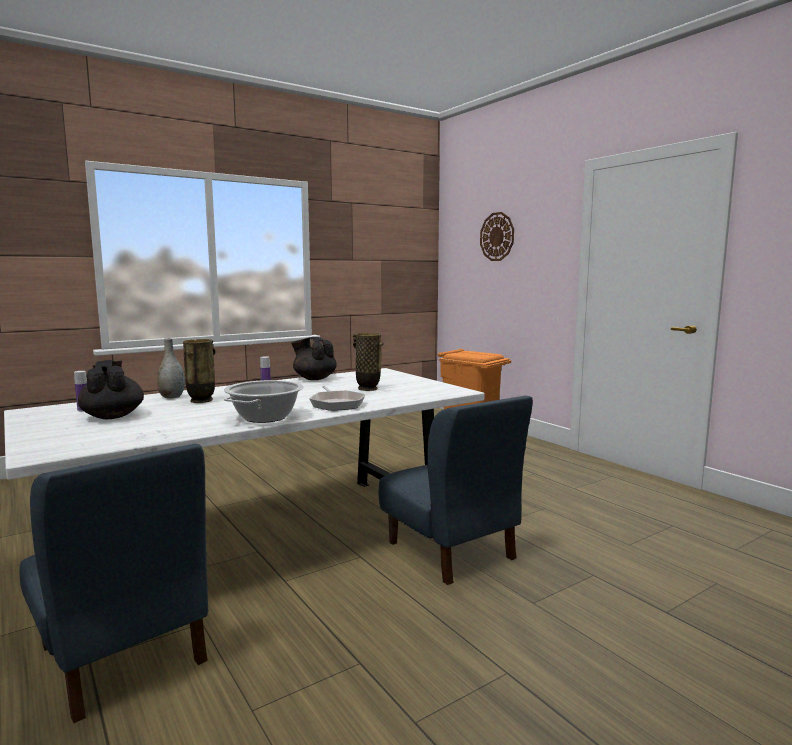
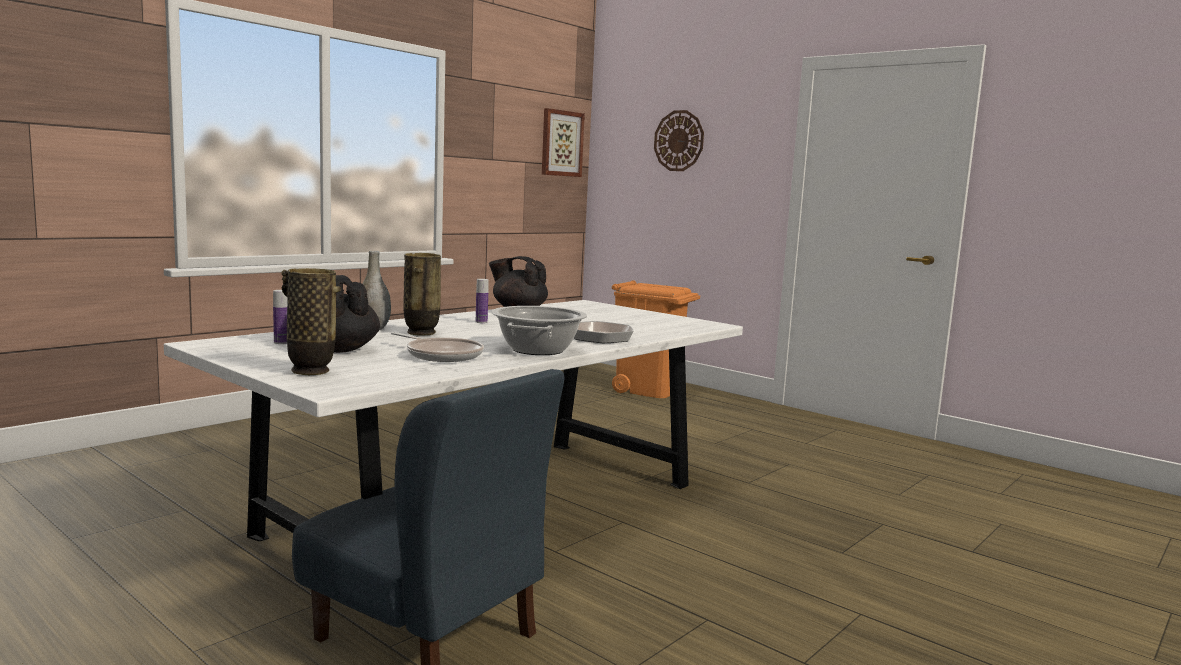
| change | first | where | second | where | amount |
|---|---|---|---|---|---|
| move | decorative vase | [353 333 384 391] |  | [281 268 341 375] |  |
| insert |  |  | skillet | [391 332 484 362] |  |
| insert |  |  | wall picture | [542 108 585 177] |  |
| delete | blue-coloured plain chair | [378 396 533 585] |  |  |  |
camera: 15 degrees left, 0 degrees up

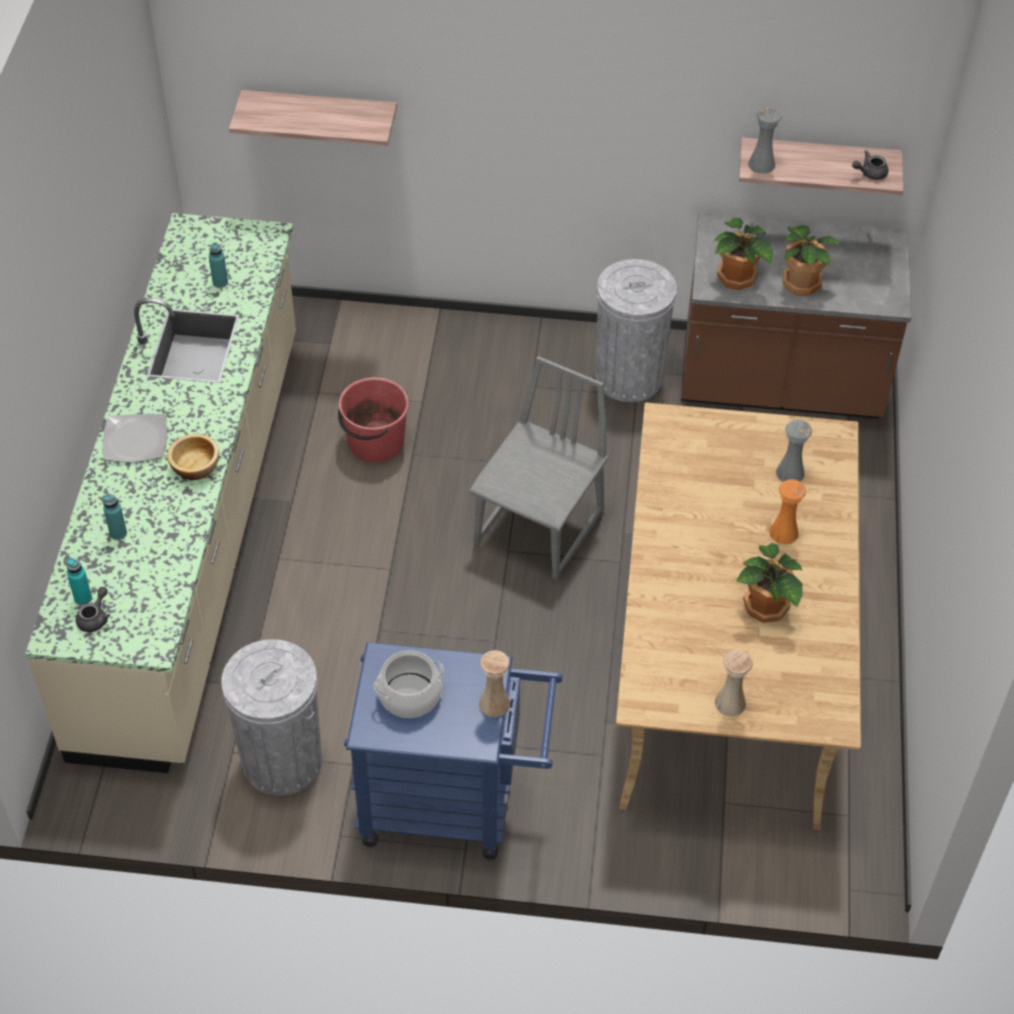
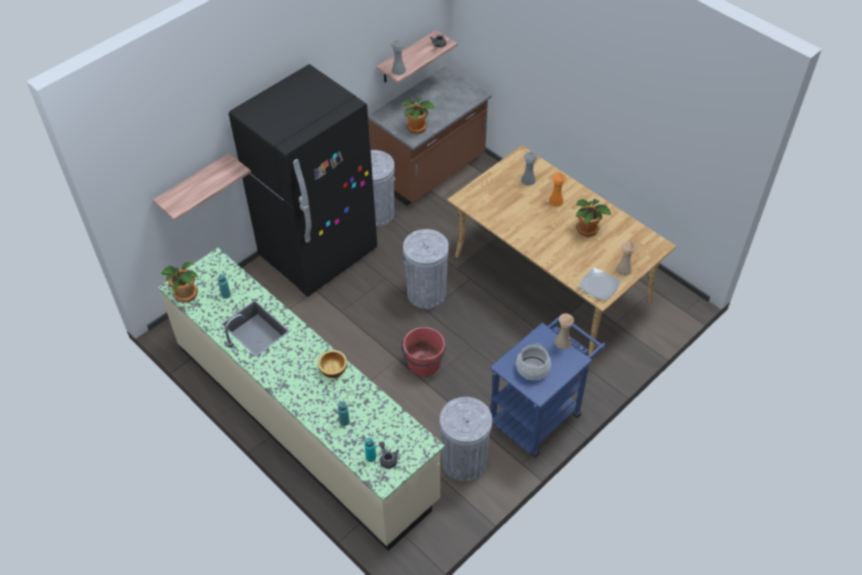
| change | first | where | second | where | amount |
|---|---|---|---|---|---|
| move | houseplant | [783 225 842 296] |  | [161 261 198 303] |  |
| insert |  |  | blackish refrigerator | [229 64 377 297] |  |
| move | reddish water bucket | [338 377 409 462] |  | [401 327 445 376] |  |
| replace | grey plain chair | [469 356 608 580] | grey waste bin | [403 229 449 309] |  |
| move | dinner plate | [103 414 167 462] |  | [578 268 621 301] |  |
camera: 50 degrees left, 0 degrees up

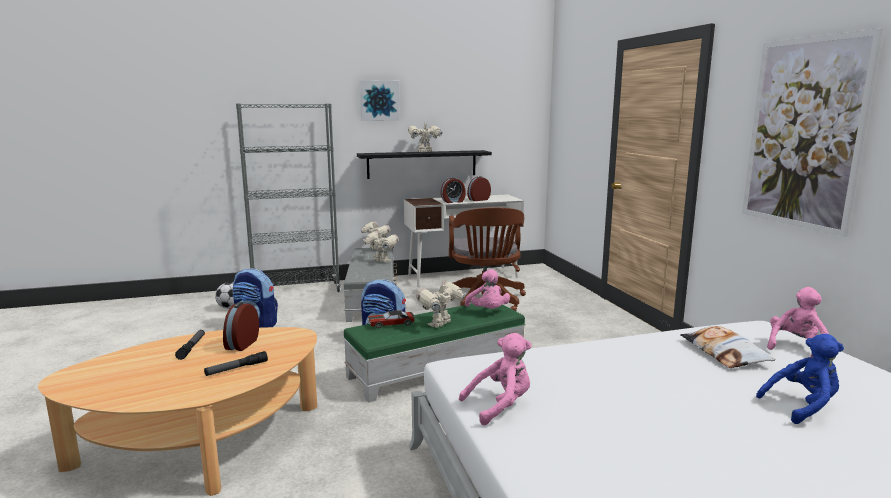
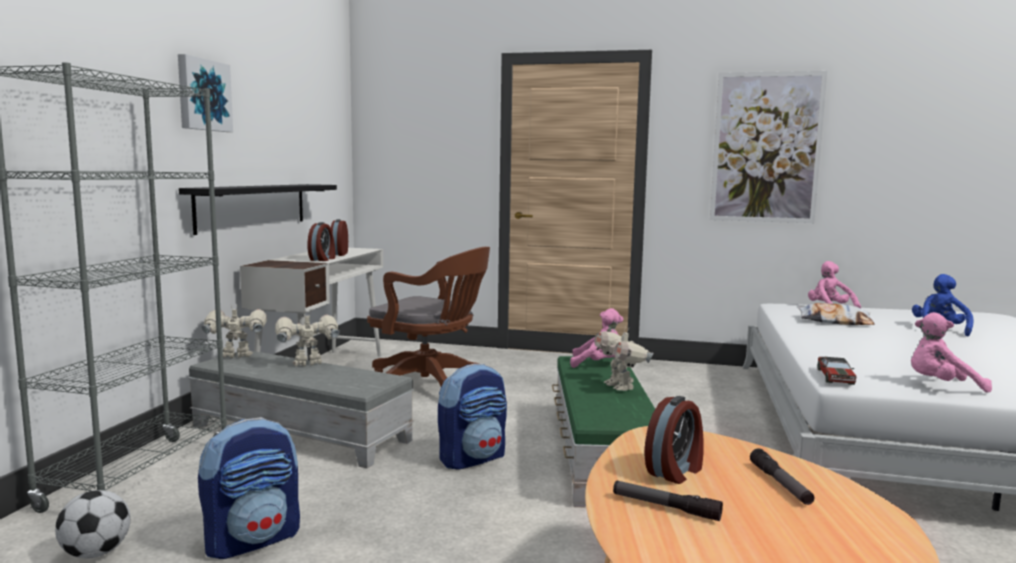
| change | first | where | second | where | amount |
|---|---|---|---|---|---|
| rotate | table clock | [223 302 259 351] |  | [644 396 704 484] | 90 degrees counterclockwise |
| move | model car | [368 311 415 329] |  | [818 357 856 385] |  |
| rotate | pinkish cuddly toy | [459 333 532 425] |  | [911 312 992 393] | 90 degrees counterclockwise |
| delete | model robot | [408 121 443 152] |  |  |  |
camera: 60 degrees left, 5 degrees down

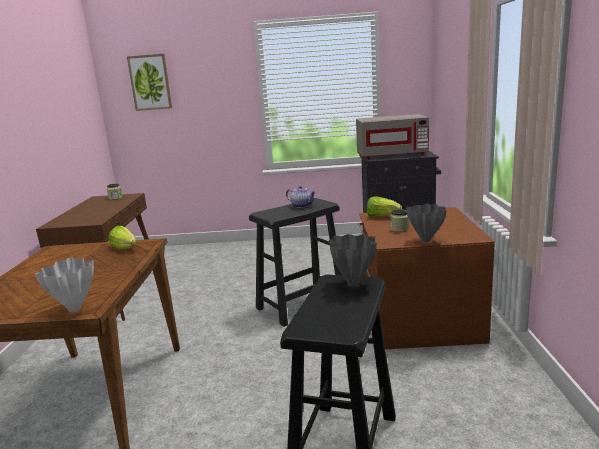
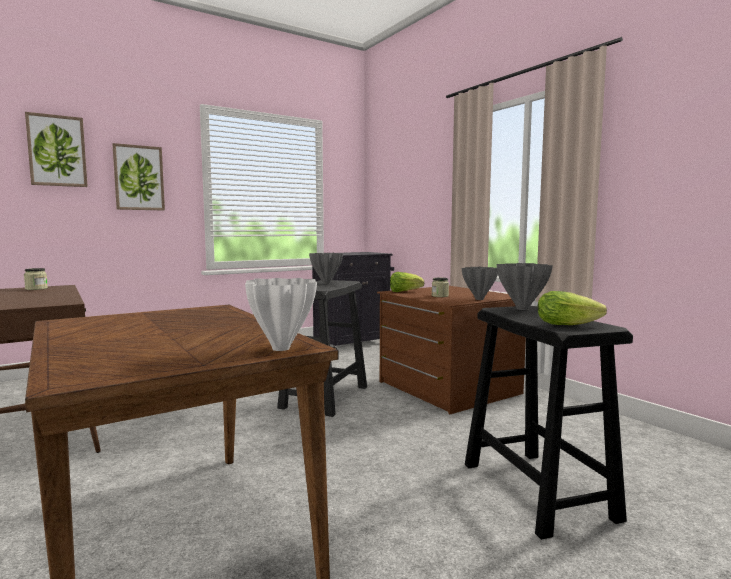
| change | first | where | second | where | amount |
|---|---|---|---|---|---|
| insert |  |  | wall picture | [112 143 165 210] |  |
| replace | teapot | [286 186 316 208] | grey decorative vase | [309 253 343 284] |  |
| move | lettuce head | [109 226 137 250] |  | [538 291 607 325] |  |
| delete | grey microwave | [356 114 429 159] |  |  |  |
camera: 35 degrees left, 10 degrees down

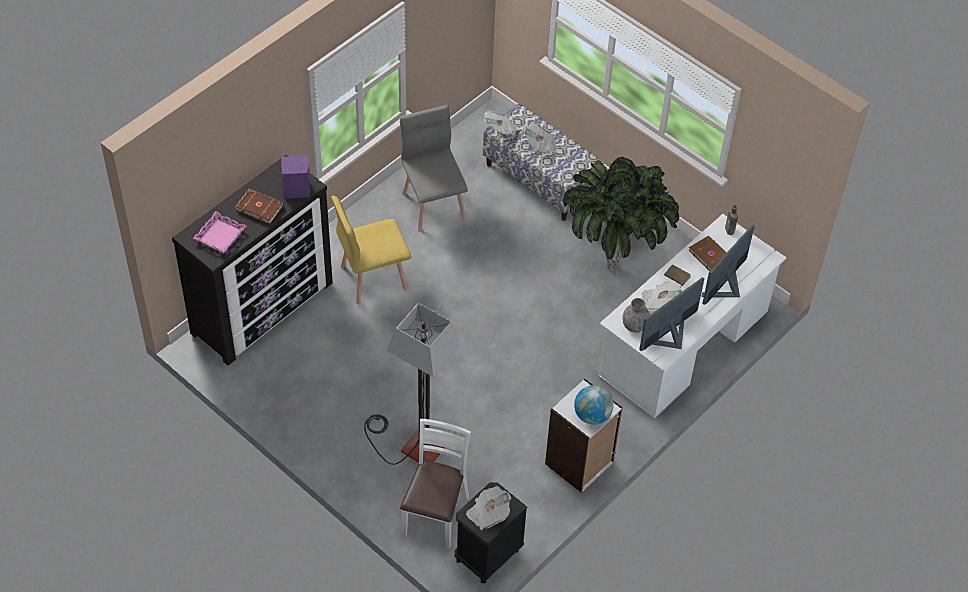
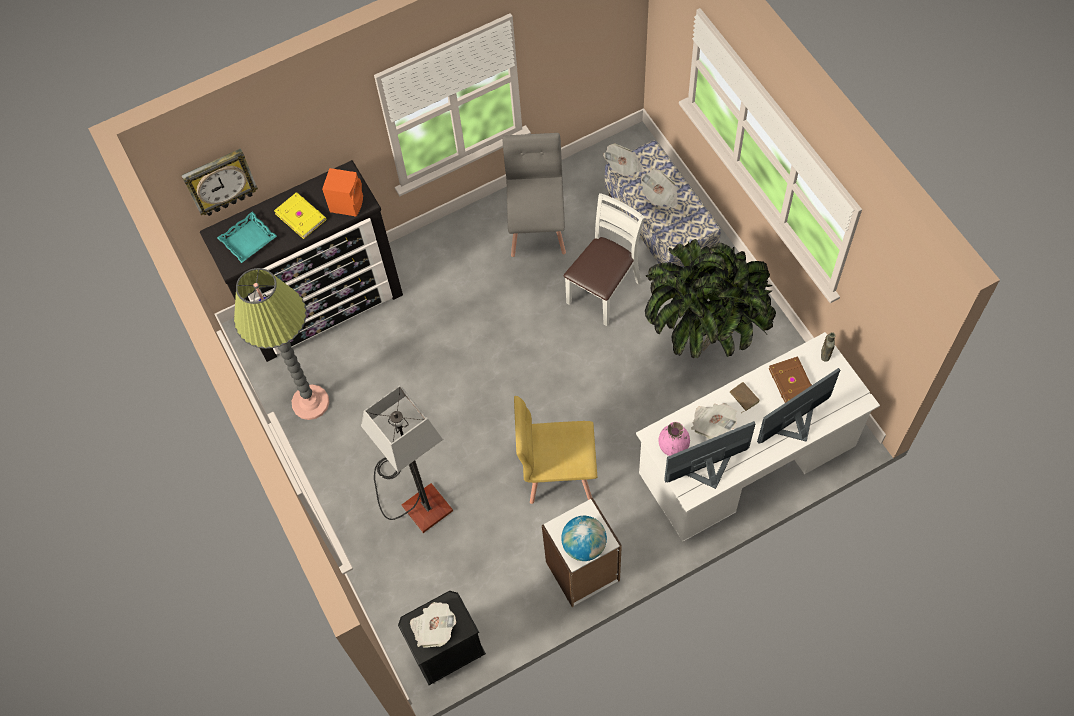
| change | first | where | second | where | amount |
|---|---|---|---|---|---|
| insert |  |  | clock on the wall | [181 148 258 216] |  |
| recolor | pinkish carrying tray | [192 212 246 253] | turquoise-coloured carrying tray | [217 211 277 263] |  |
| insert |  |  | standard lamp | [234 268 329 420] |  |
| recolor | brownish bound book | [235 189 284 224] | yellowish bound book | [274 192 326 239] |  |
| recolor | purple-coloured audio speaker | [281 155 310 199] | orangey audio speaker | [322 168 363 217] |  |
| move | yellowish plain chair | [331 196 412 304] |  | [514 396 597 504] |  |
| move | white-coloured plain chair | [400 419 471 549] |  | [564 193 645 326] |  |
| recolor | grey decorative vase | [622 298 650 333] | pinkish decorative vase | [658 422 690 456] |  |
camera: 25 degrees right, 10 degrees up

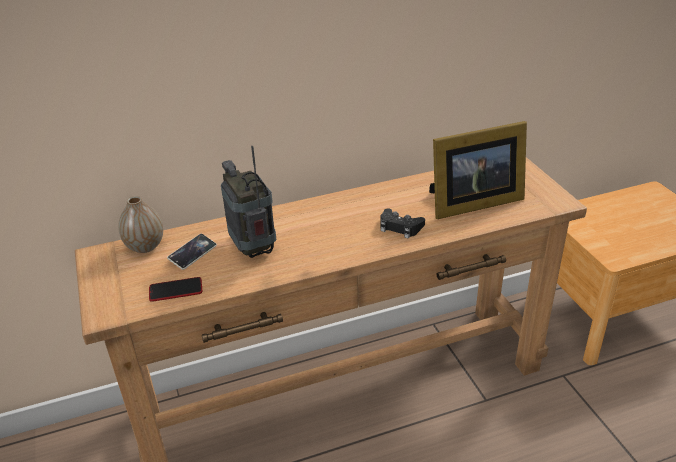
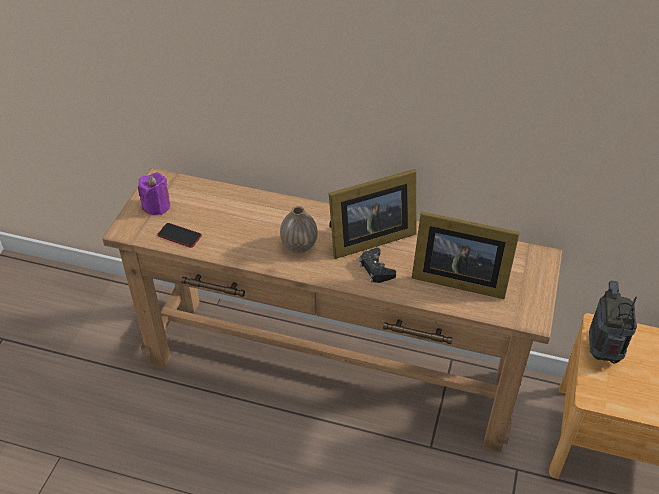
| change | first | where | second | where | amount |
|---|---|---|---|---|---|
| insert |  |  | purple-coloured candle | [138 172 170 215] |  |
| move | decorative vase | [118 196 163 253] |  | [280 206 318 253] |  |
| insert |  |  | picture frame | [329 169 417 259] |  |
| move | radio set | [221 146 276 258] |  | [589 280 637 364] |  |
| delete | phone | [167 234 217 270] |  |  |  |
camera: 35 degrees right, 10 degrees up

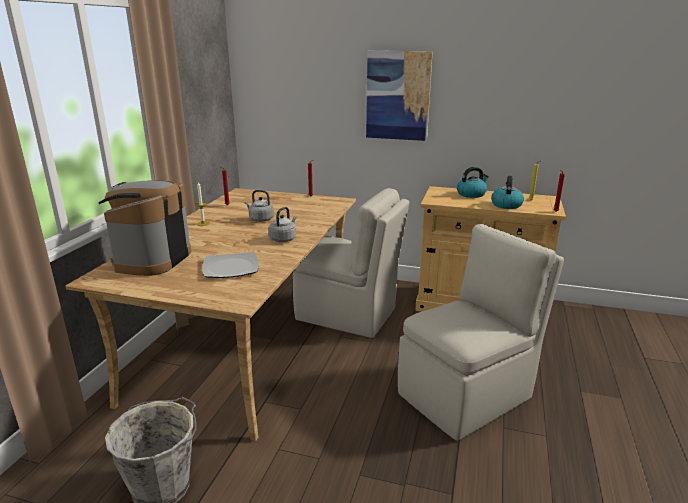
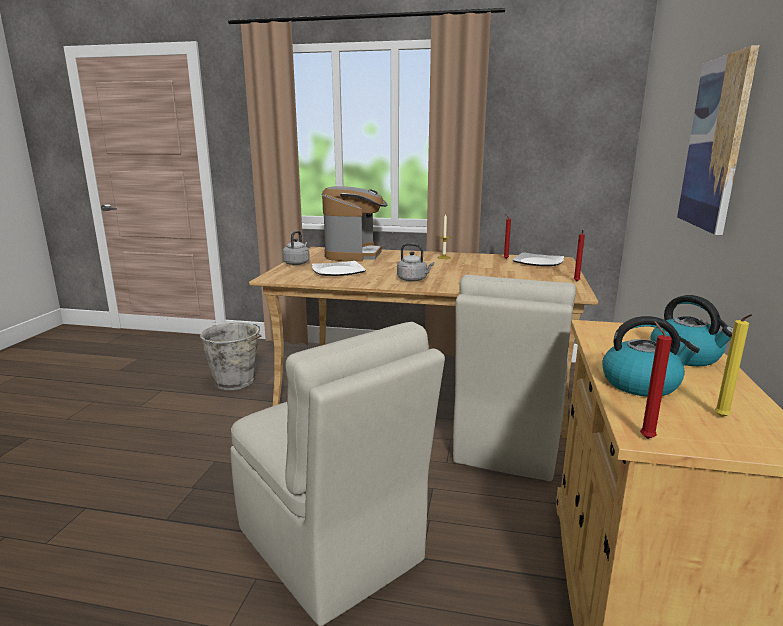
| change | first | where | second | where | amount |
|---|---|---|---|---|---|
| move | grey tea kettle | [245 190 274 222] |  | [282 231 310 265] |  |
| rotate | coffee machine | [98 181 191 276] |  | [322 186 388 262] | 90 degrees clockwise |
| insert |  |  | dinner plate | [513 252 564 266] |  |
camera: 85 degrees right, 5 degrees down

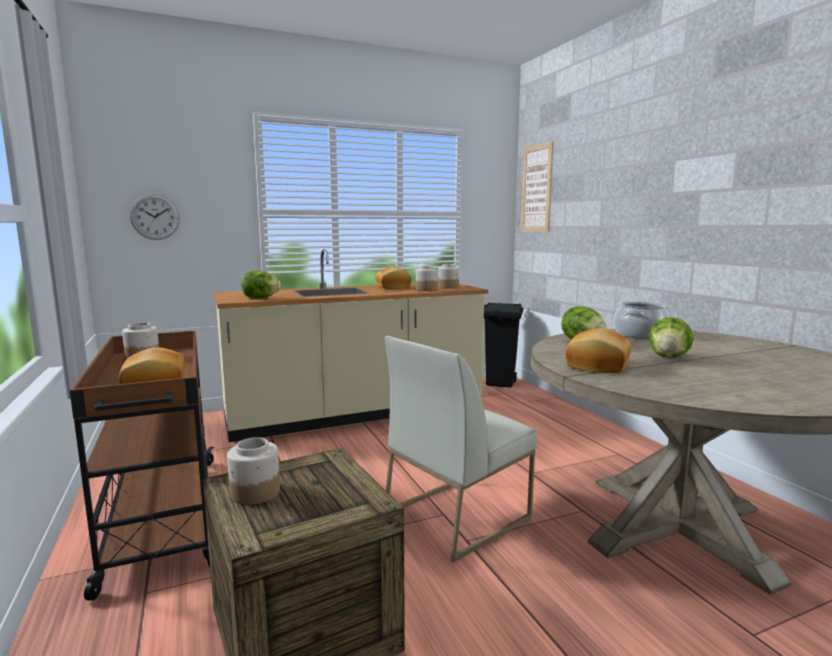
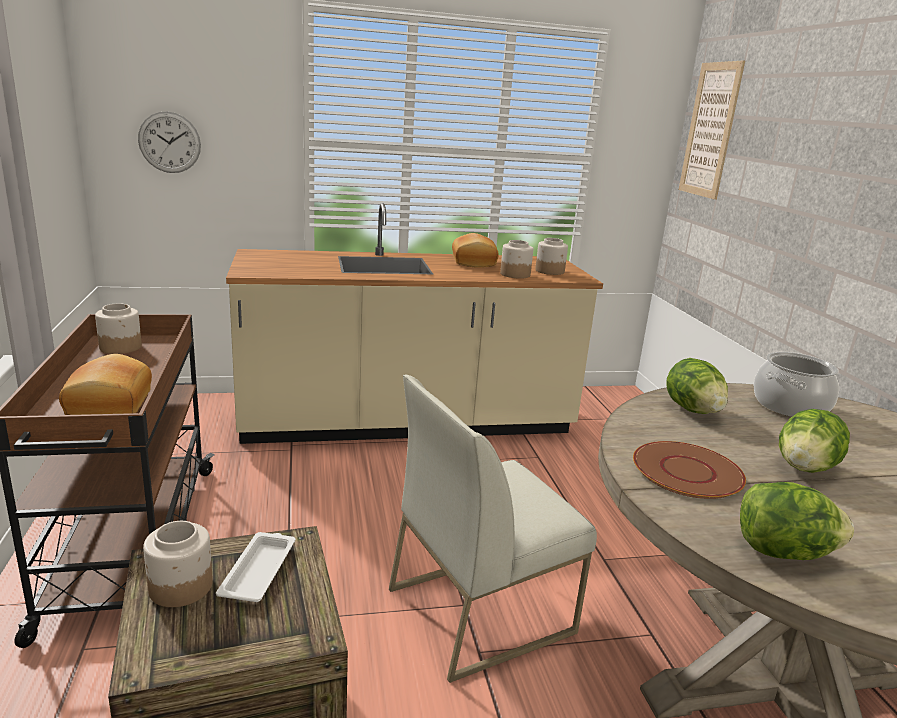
| change | first | where | second | where | amount |
|---|---|---|---|---|---|
| insert |  |  | white-coloured carrying tray | [216 532 295 602] |  |
| replace | baked bread | [565 328 631 373] | brownish dinner plate | [633 441 746 499] |  |
| move | lettuce head | [241 271 281 298] |  | [740 482 854 560] |  |
| delete | blackish waste bin | [484 302 524 388] |  |  |  |
camera: 10 degrees right, 10 degrees up

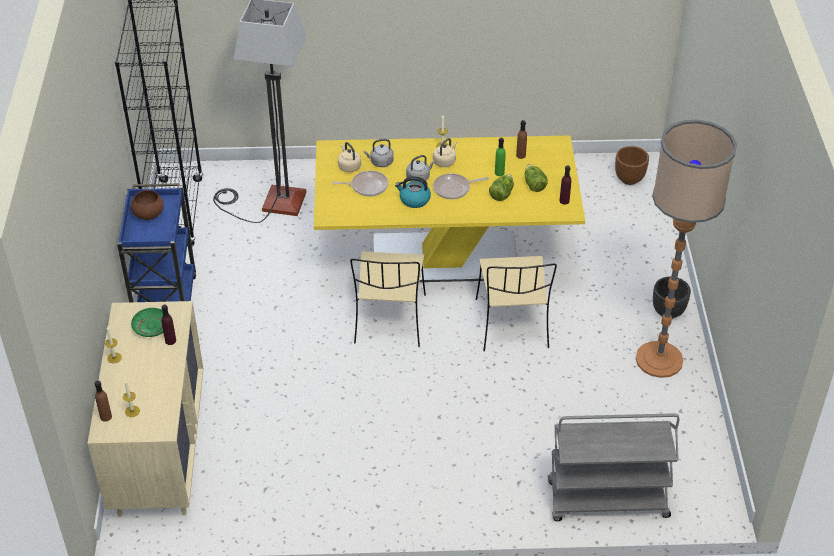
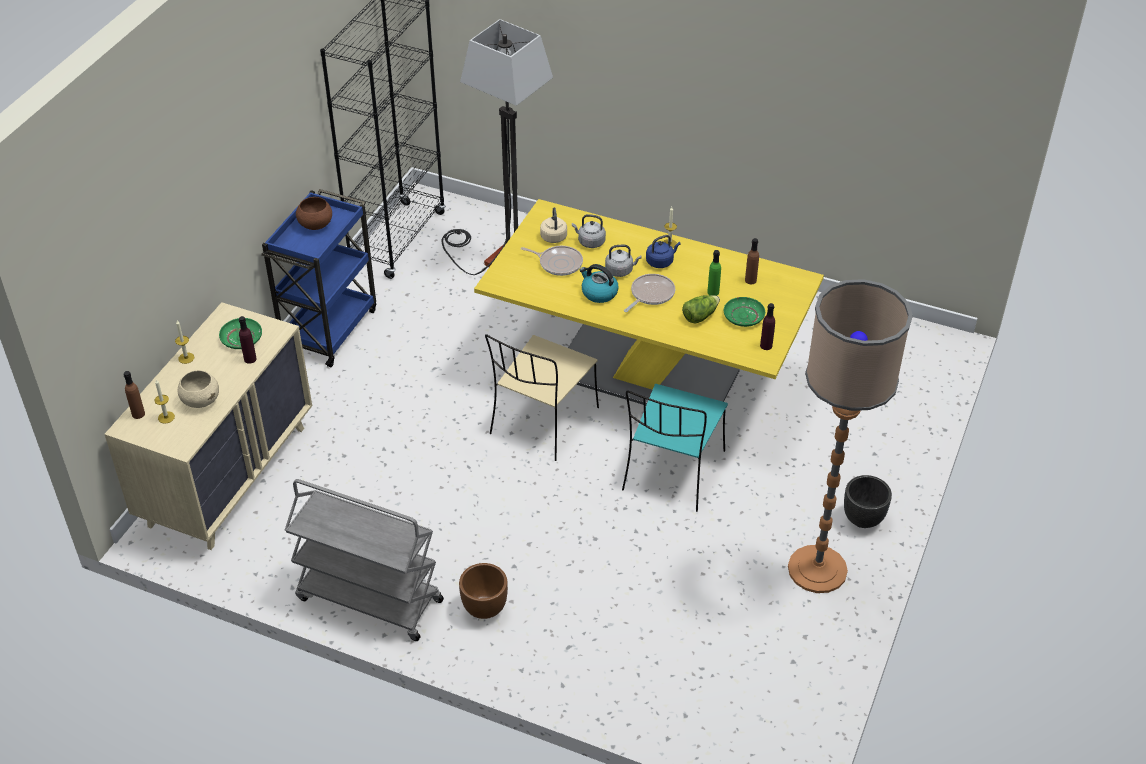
| change | first | where | second | where | amount |
|---|---|---|---|---|---|
| insert |  |  | sand-coloured serving bowl | [178 370 219 408] |  |
| move | grey trolley | [548 413 679 521] |  | [285 479 444 641] |  |
| move | brownish plant pot | [615 146 649 185] |  | [459 563 508 619] |  |
| recolor | sand-coloured plain chair | [476 256 557 352] | turquoise-coloured plain chair | [622 384 728 512] |  |
| rotate | skillet | [433 173 489 199] |  | [624 274 675 312] | 120 degrees clockwise |
| recolor | sand-coloured tea kettle | [433 138 457 167] | blue-coloured tea kettle | [646 235 681 268] |  |
| replace | lettuce head | [525 164 548 192] | greenish dinner plate | [724 297 765 327] |  |
camera: 25 degrees right, 0 degrees up

